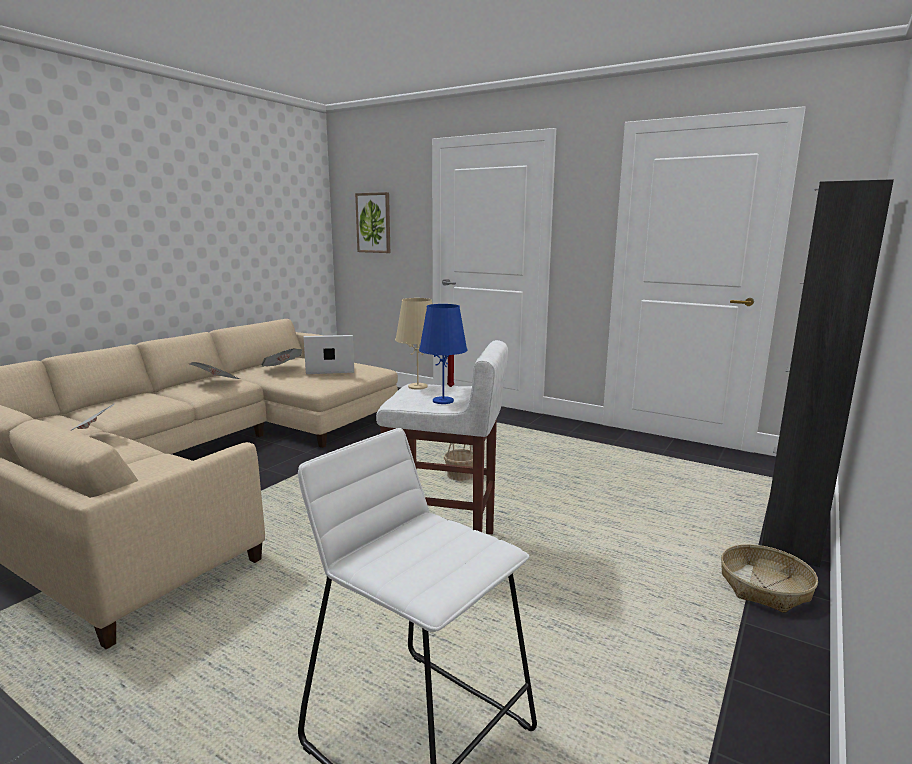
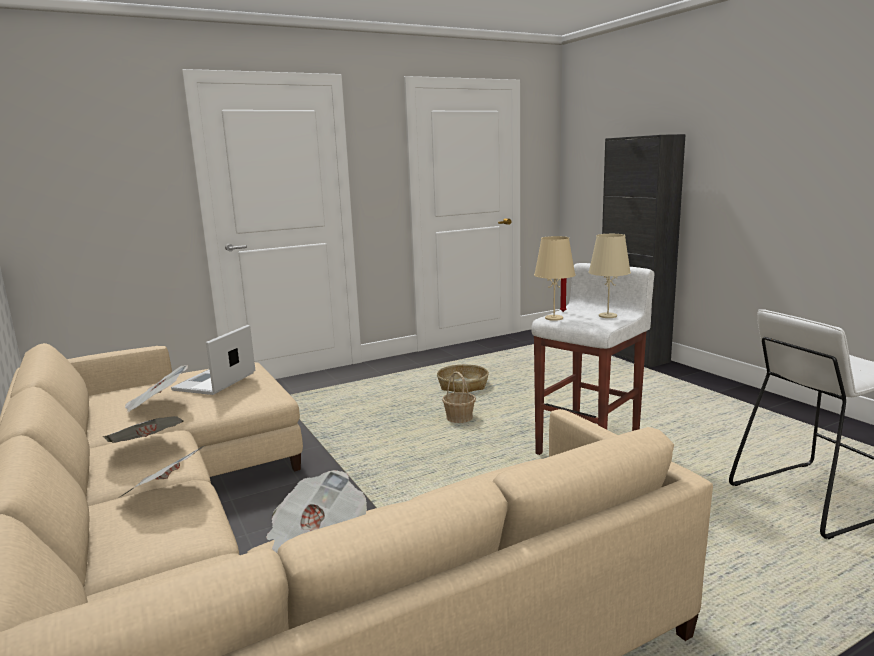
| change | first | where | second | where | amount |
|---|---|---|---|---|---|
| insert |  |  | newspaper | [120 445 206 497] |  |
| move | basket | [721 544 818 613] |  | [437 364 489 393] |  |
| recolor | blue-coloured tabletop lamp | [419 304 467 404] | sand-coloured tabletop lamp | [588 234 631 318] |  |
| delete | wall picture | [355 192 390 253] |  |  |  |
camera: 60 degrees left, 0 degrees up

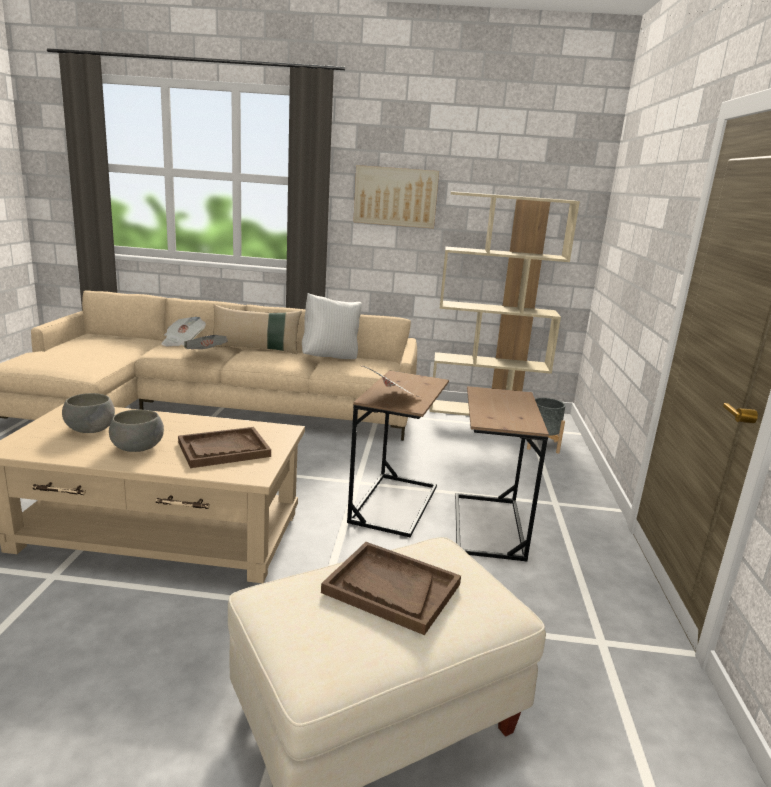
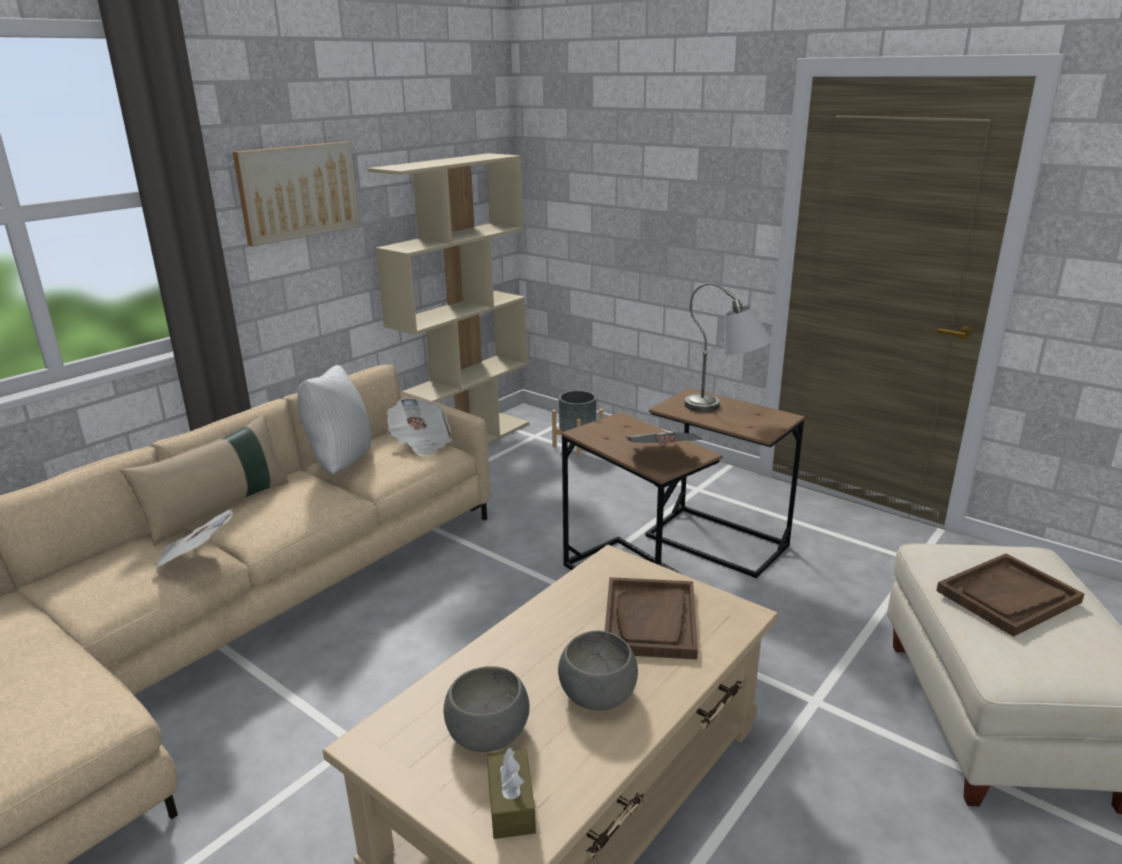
| change | first | where | second | where | amount |
|---|---|---|---|---|---|
| move | newspaper | [161 317 206 346] |  | [387 397 452 457] |  |
| insert |  |  | brownish box of tissues | [487 748 536 839] |  |
| insert |  |  | grey tabletop lamp | [685 283 772 412] |  |
camera: 55 degrees left, 5 degrees up

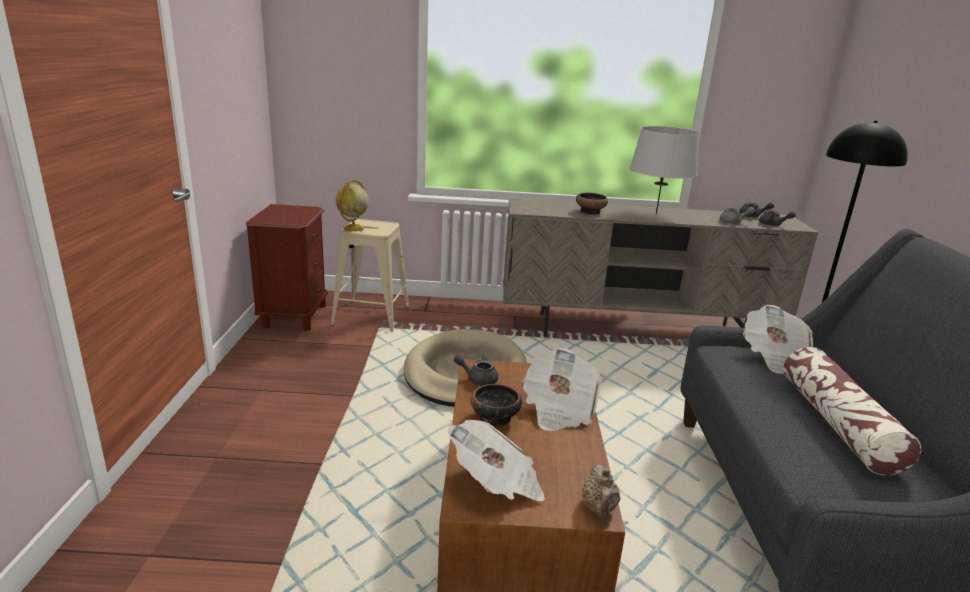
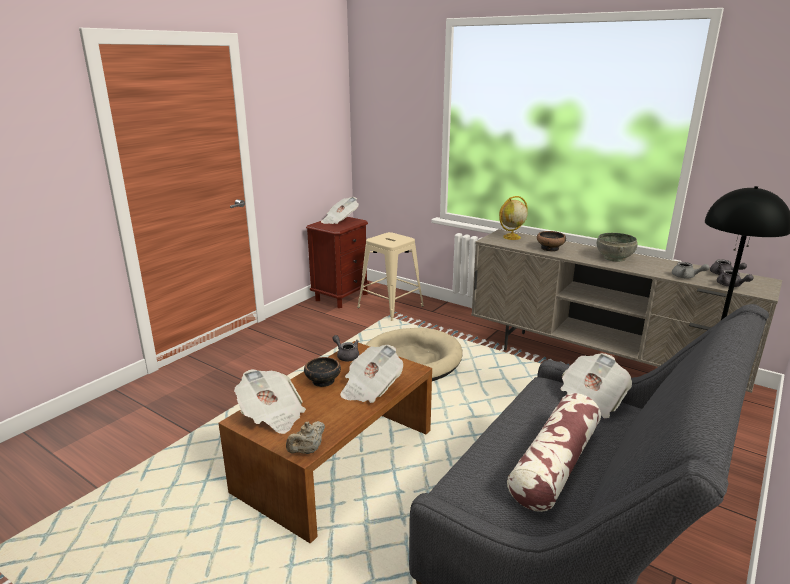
| change | first | where | second | where | amount |
|---|---|---|---|---|---|
| insert |  |  | newspaper | [321 197 359 224] |  |
| move | desk globe | [336 180 369 232] |  | [499 196 528 240] |  |
| replace | grey tabletop lamp | [630 126 699 214] | grey serving bowl | [597 233 638 262] |  |
camera: 35 degrees right, 0 degrees up

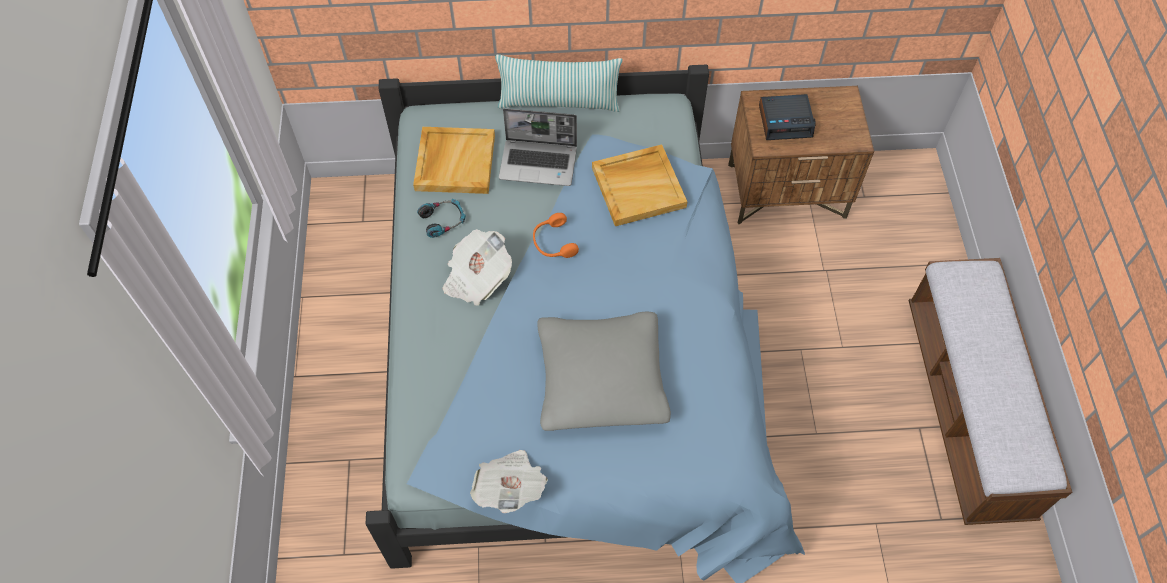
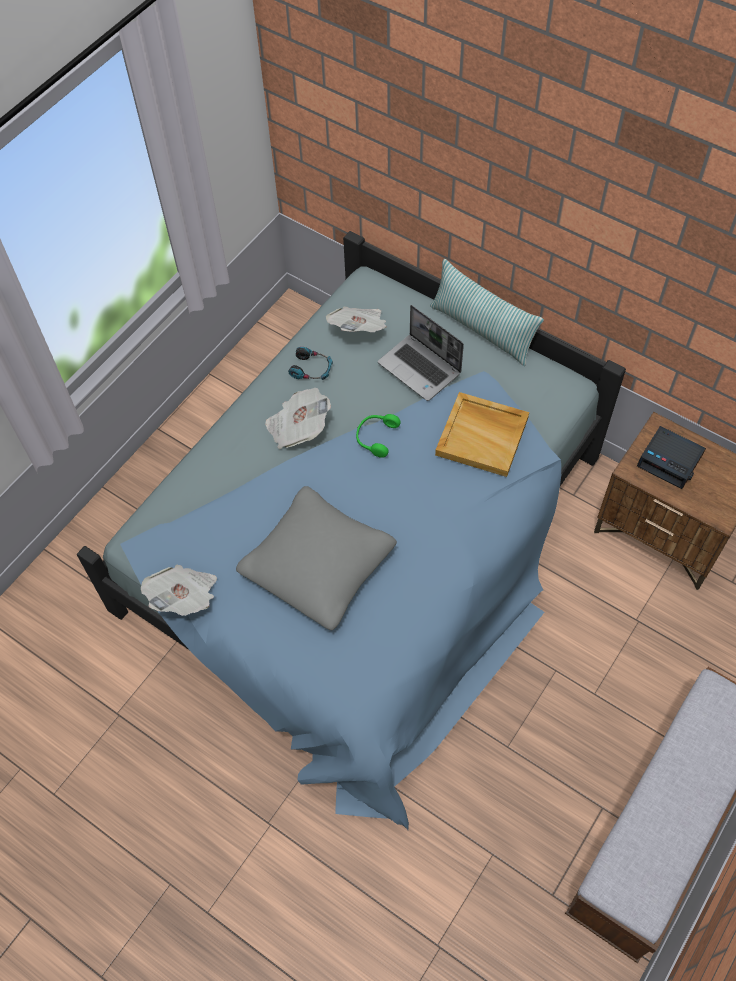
| change | first | where | second | where | amount |
|---|---|---|---|---|---|
| replace | sand-coloured carrying tray | [413 127 495 194] | newspaper | [326 307 387 332] |  |
| recolor | orangey headphones | [533 213 579 258] | greenish headphones | [356 414 401 458] |  |
camera: 40 degrees right, 0 degrees up

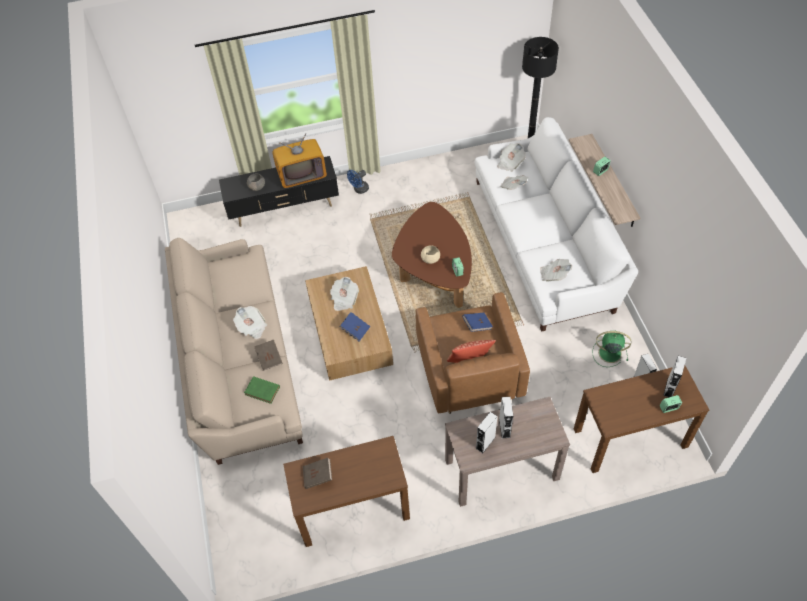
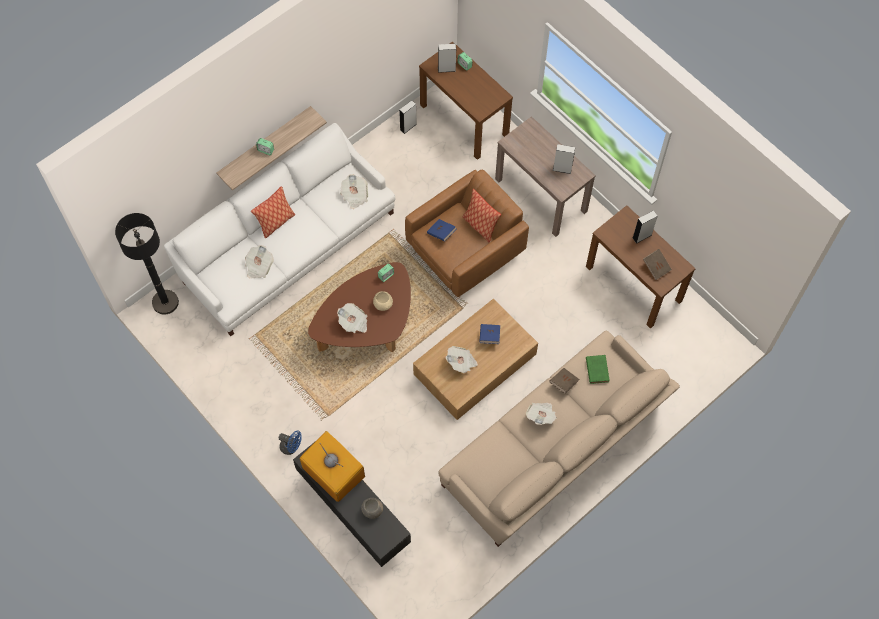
| change | first | where | second | where | amount |
|---|---|---|---|---|---|
| insert |  |  | throw pillow | [251 187 296 238] |  |
| move | newspaper | [497 143 526 172] |  | [337 303 368 333] |  |
| move | grey audio speaker | [499 397 513 438] |  | [633 211 657 244] |  |
| delete | greenish fan | [593 331 631 367] |  |  |  |
camera: 120 degrees left, 10 degrees up

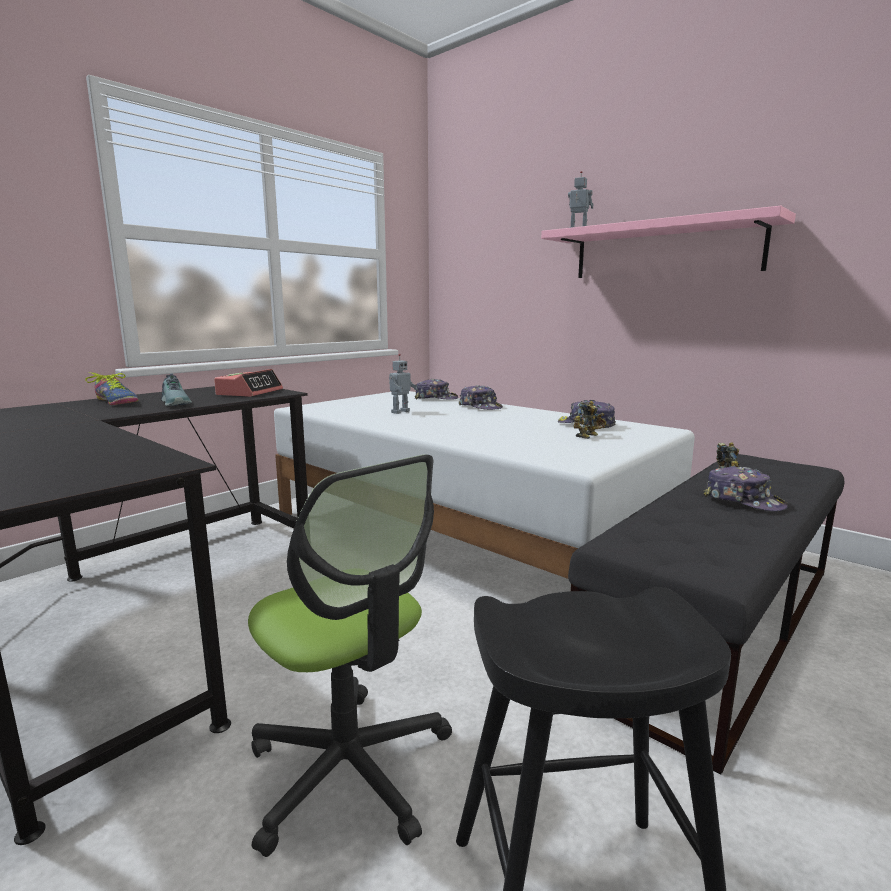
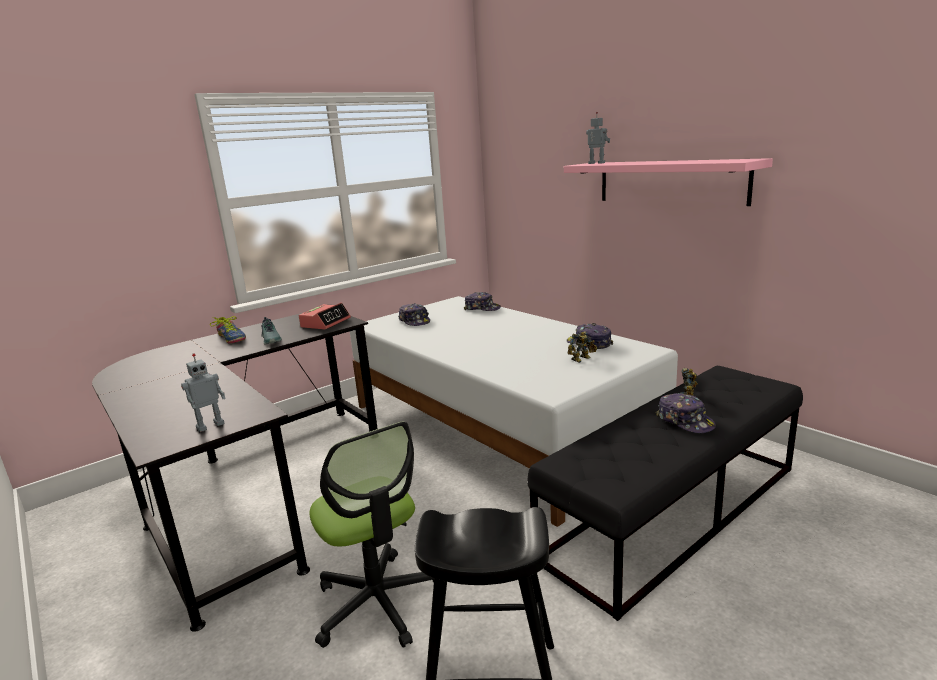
| change | first | where | second | where | amount |
|---|---|---|---|---|---|
| move | model robot | [389 354 418 414] |  | [181 353 226 432] |  |
| move | baseball cap | [459 385 503 410] |  | [398 303 430 326] |  |
camera: 10 degrees right, 5 degrees up

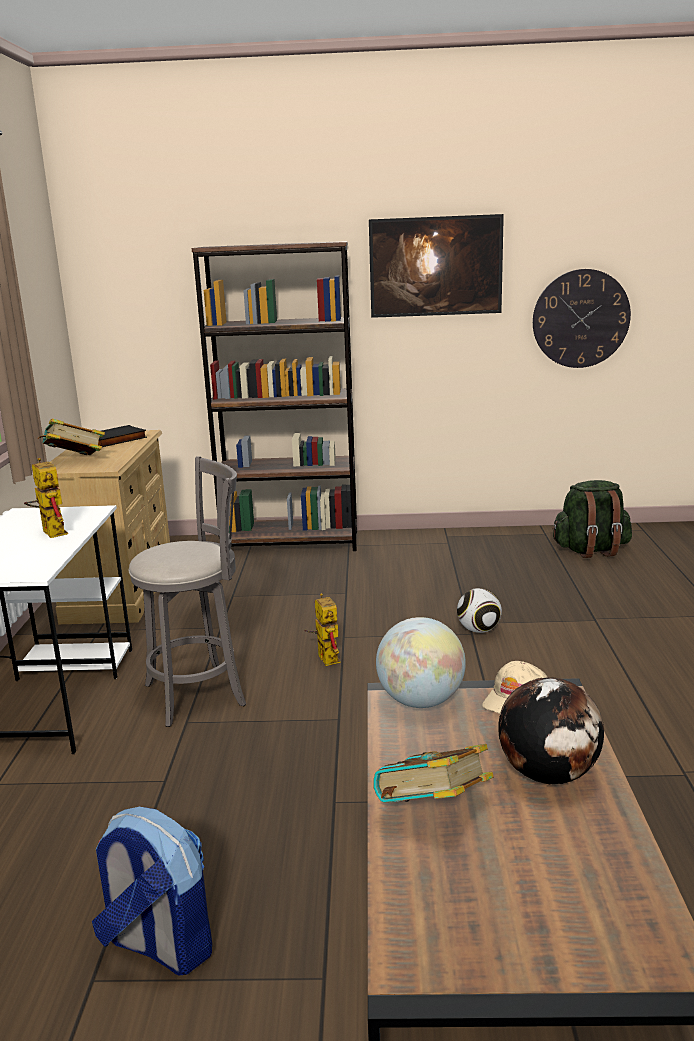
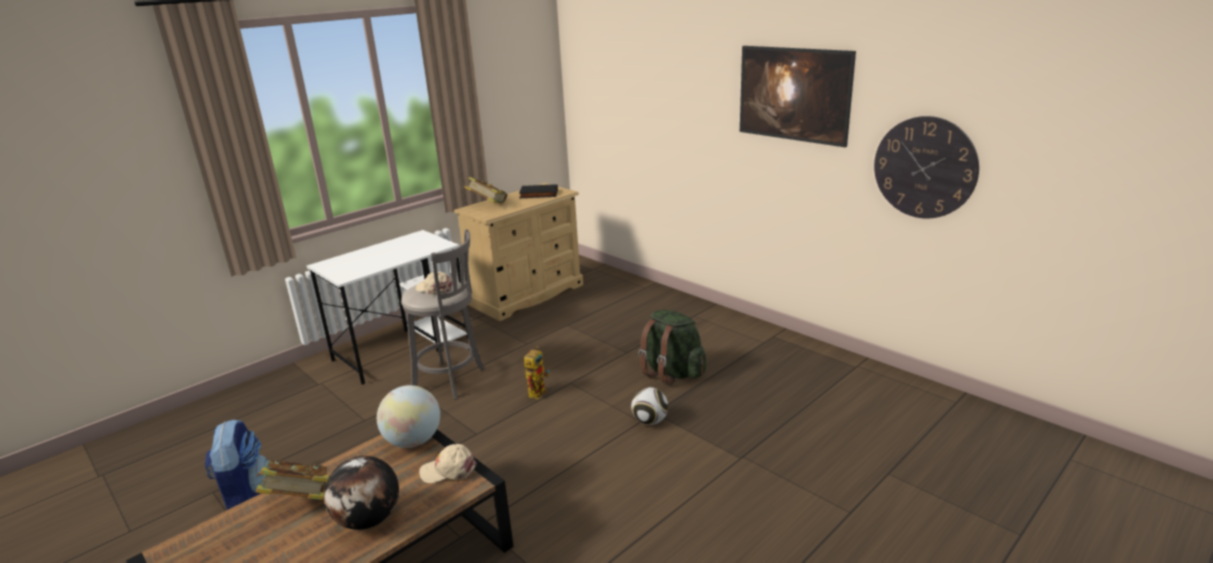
| change | first | where | second | where | amount |
|---|---|---|---|---|---|
| insert |  |  | sand-coloured baseball cap | [416 272 453 295] |  |
| move | greenish backpack | [552 480 632 558] |  | [639 310 706 384] |  |
| delete | model robot | [24 458 68 538] |  |  |  |
| delete | brownish shelving unit | [192 241 357 551] |  |  |  |
camera: 45 degrees right, 5 degrees up

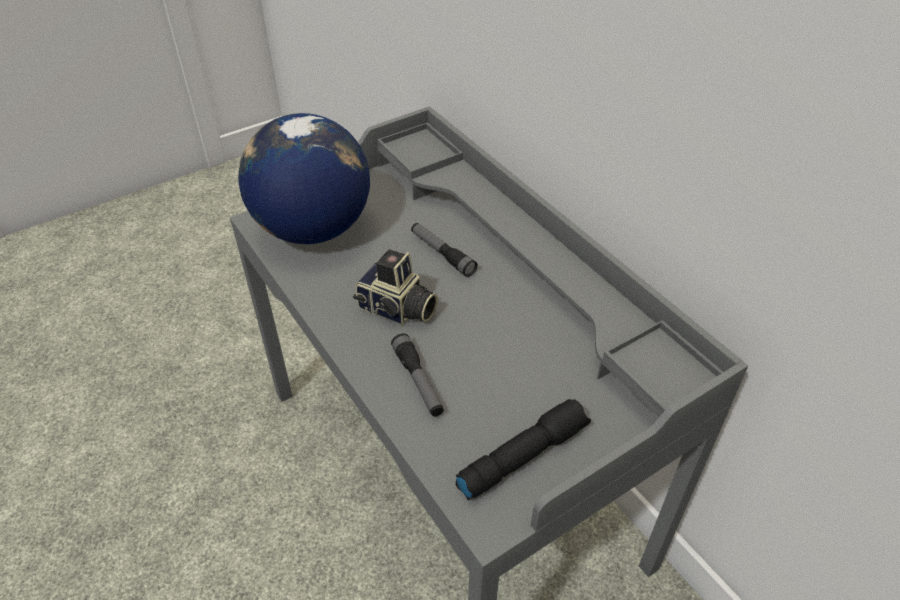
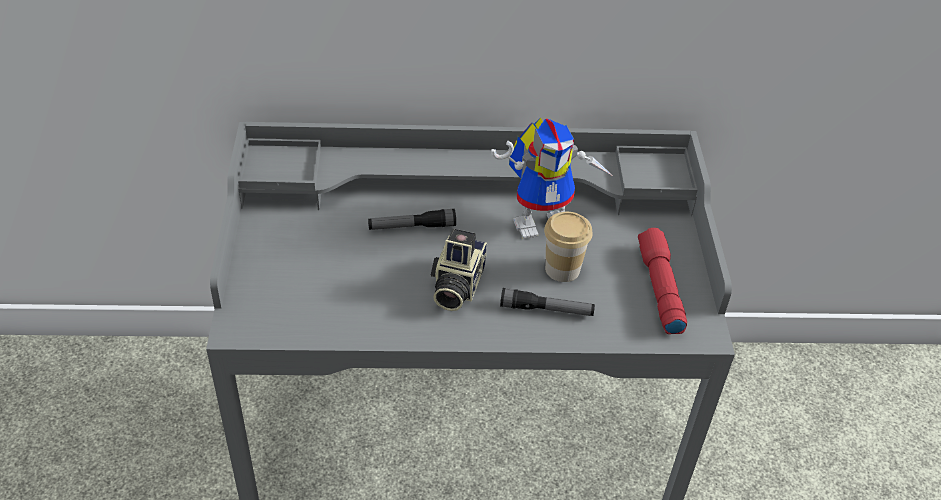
| change | first | where | second | where | amount |
|---|---|---|---|---|---|
| rotate | still camera | [353 249 438 325] |  | [431 229 487 311] | 135 degrees clockwise |
| insert |  |  | model robot | [491 118 614 239] |  |
| insert |  |  | cup | [544 212 593 282] |  |
| recolor | blackish torch | [456 399 591 500] | reddish torch | [638 228 687 334] |  |
| delete | desk globe | [238 113 370 244] |  |  |  |
camera: 60 degrees left, 0 degrees up

